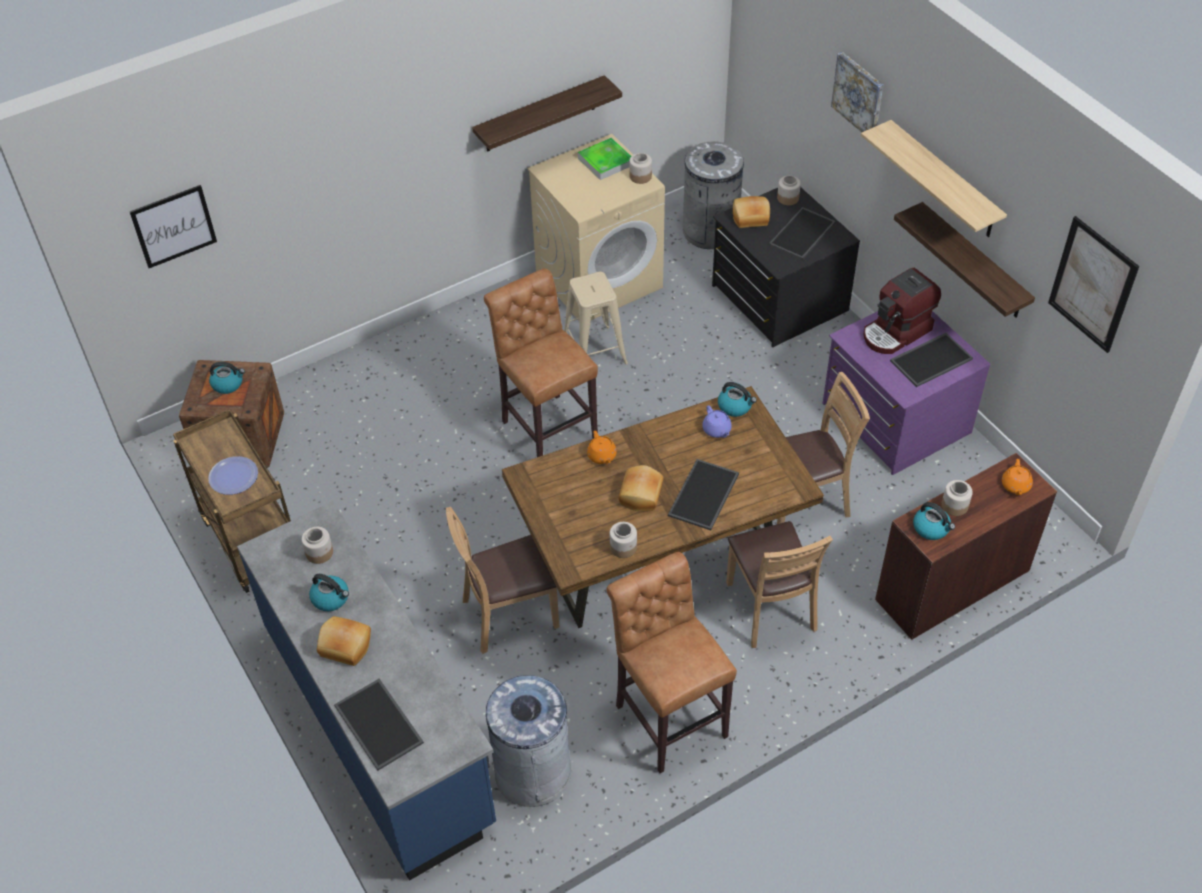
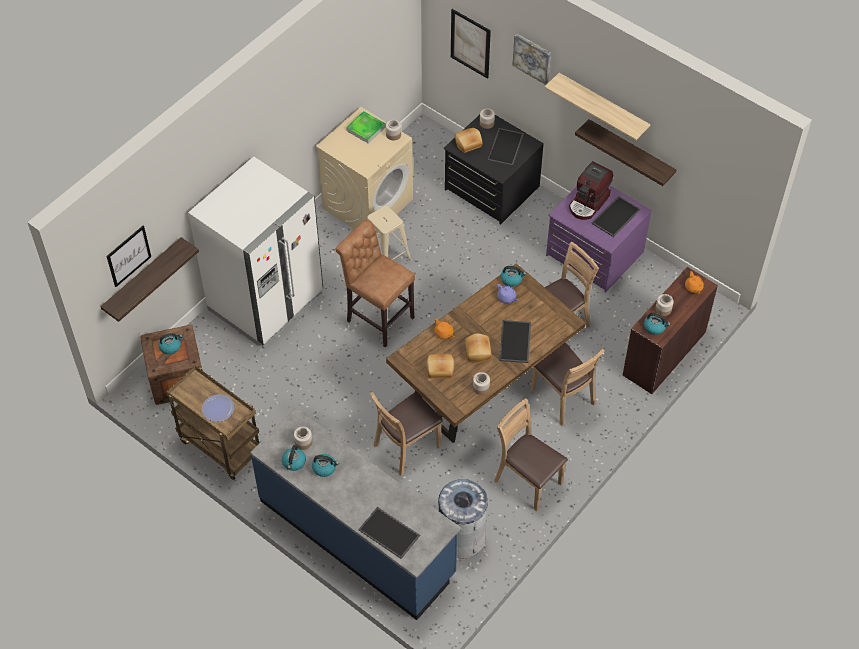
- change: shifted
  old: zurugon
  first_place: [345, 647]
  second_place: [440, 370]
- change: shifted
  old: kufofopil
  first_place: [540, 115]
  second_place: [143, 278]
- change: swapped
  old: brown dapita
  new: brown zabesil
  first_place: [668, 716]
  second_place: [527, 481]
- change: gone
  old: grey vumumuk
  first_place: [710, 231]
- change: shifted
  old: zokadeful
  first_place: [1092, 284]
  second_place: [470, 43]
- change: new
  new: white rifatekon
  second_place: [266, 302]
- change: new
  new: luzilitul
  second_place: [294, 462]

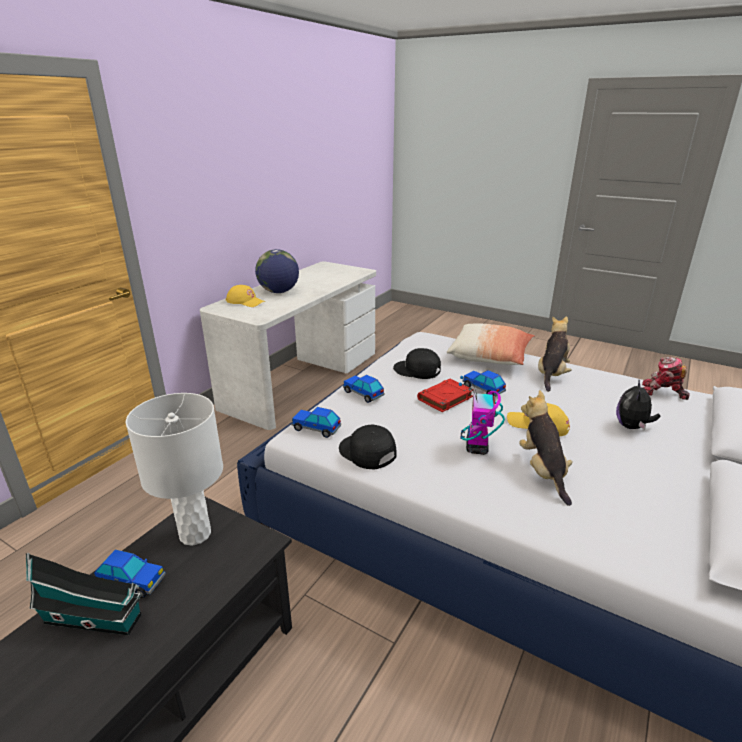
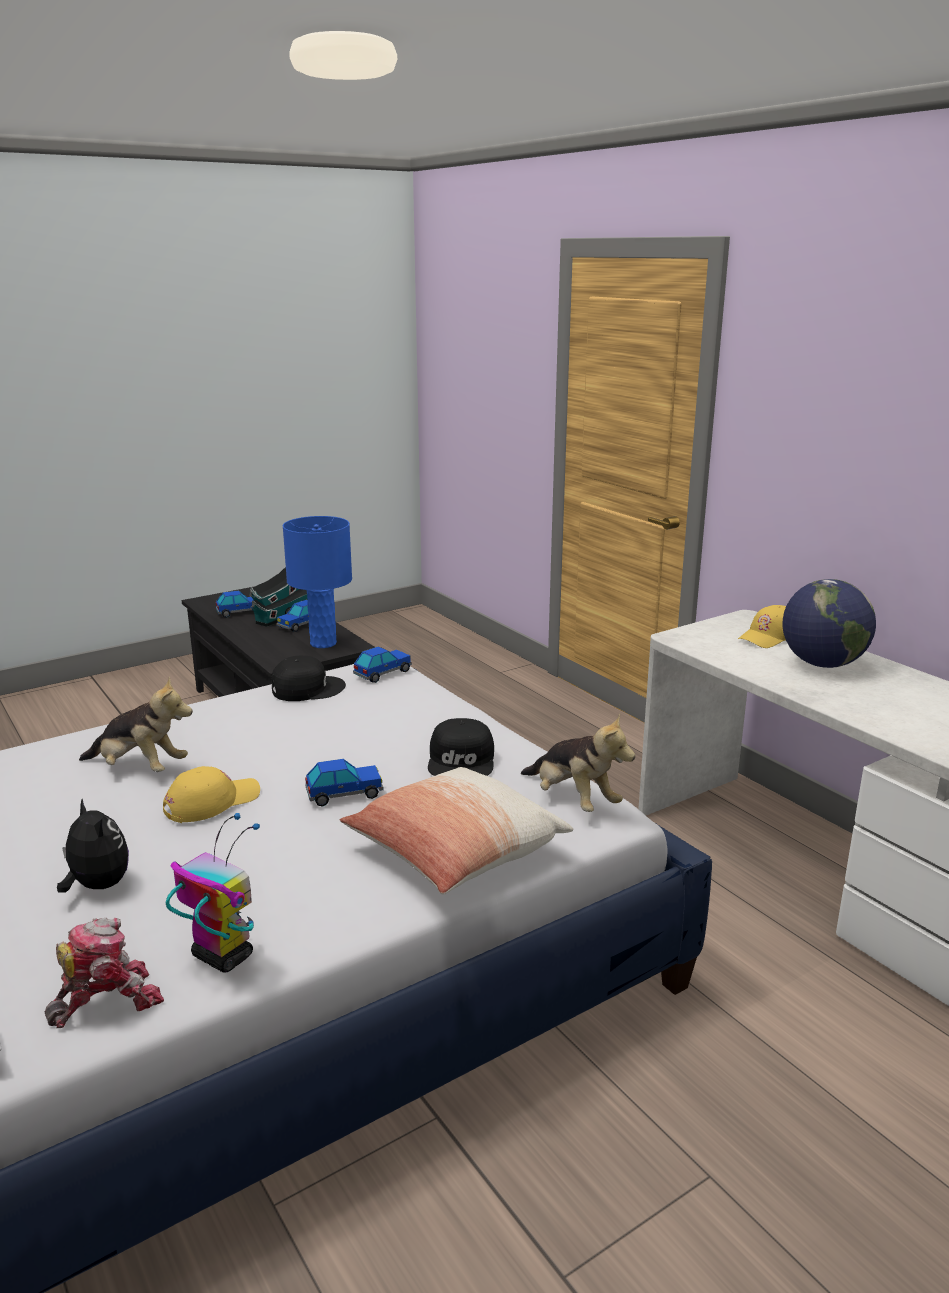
- change: repainted
  old: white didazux
  new: blue didazux
  first_place: [195, 534]
  second_place: [323, 643]
- change: shifted
  old: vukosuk
  first_place: [363, 394]
  second_place: [240, 612]
- change: rotated
  old: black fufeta
  first_place: [417, 370]
  second_place: [462, 761]
  degrees: 135
- change: gone
  old: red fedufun
  first_place: [445, 398]
- change: shifted
  old: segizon
  first_place: [477, 447]
  second_place: [221, 956]
- change: shifted
  old: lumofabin
  first_place: [551, 374]
  second_place: [573, 800]

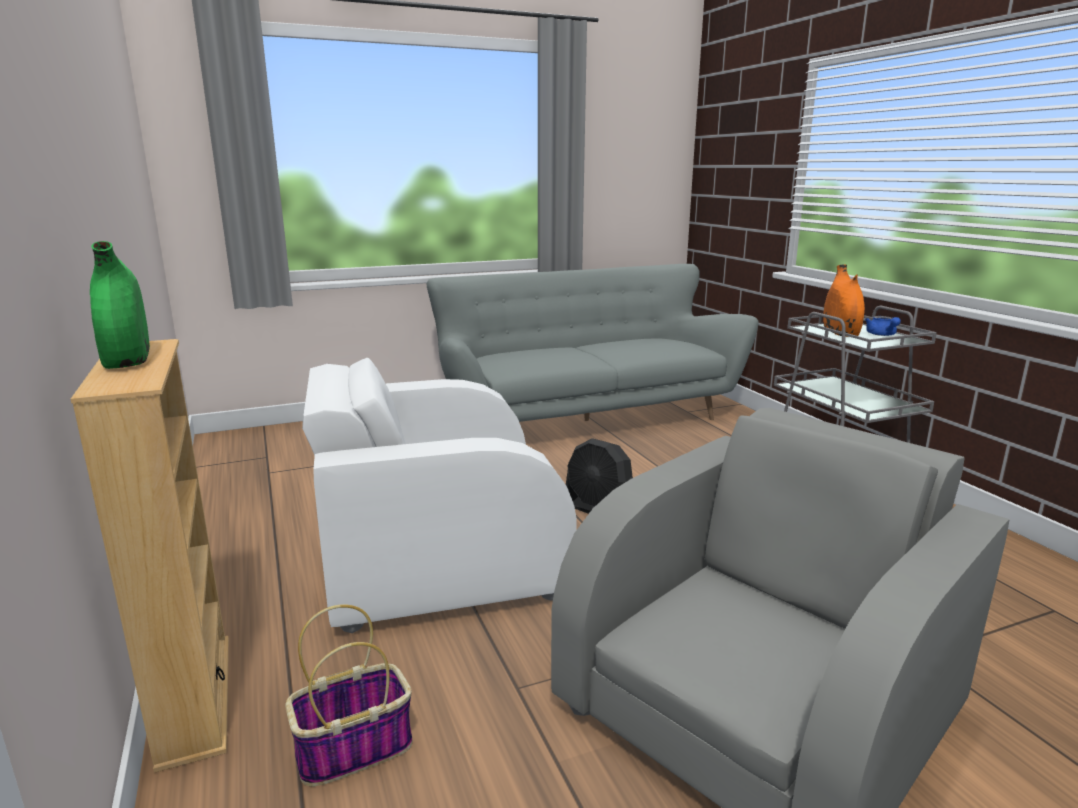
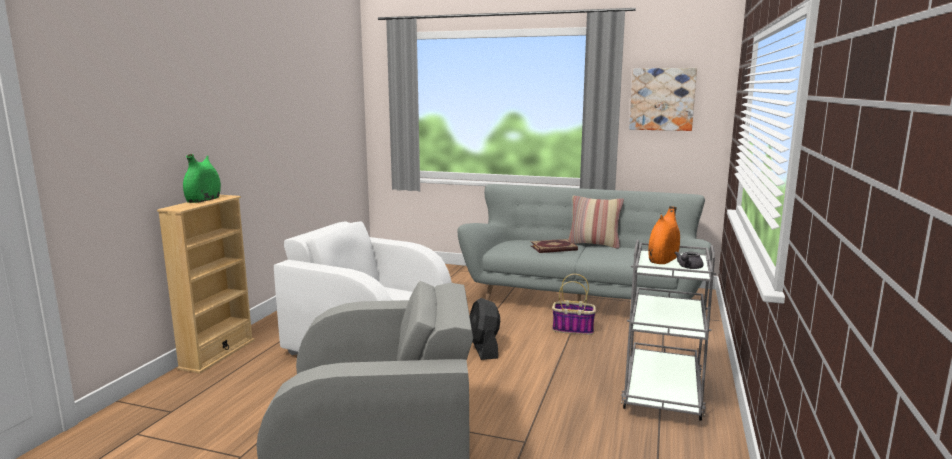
- change: shifted
  old: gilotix
  first_place: [355, 748]
  second_place: [573, 329]
- change: repainted
  old: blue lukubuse
  new: grey lukubuse
  first_place: [882, 335]
  second_place: [688, 267]
- change: new
  new: fedufun
  second_place: [554, 248]
- change: new
  new: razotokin
  second_place: [594, 244]
- change: new
  new: zokadeful
  second_place: [662, 99]

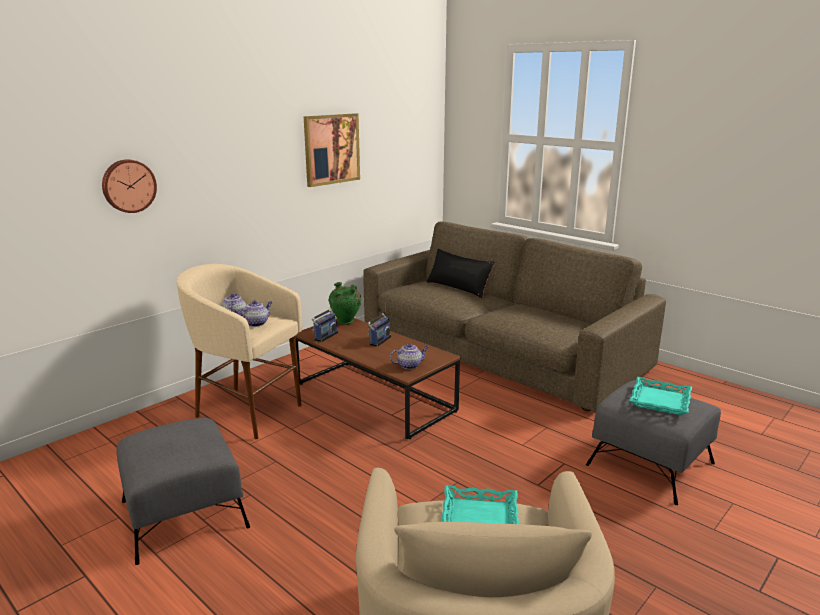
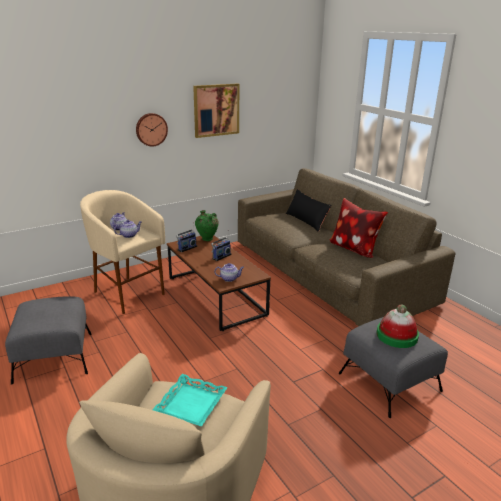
- change: shifted
  old: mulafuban
  first_place: [128, 186]
  second_place: [151, 129]
- change: swapped
  old: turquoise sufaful
  new: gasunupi
  first_place: [659, 400]
  second_place: [397, 335]
- change: new
  new: razotokin
  second_place: [353, 249]

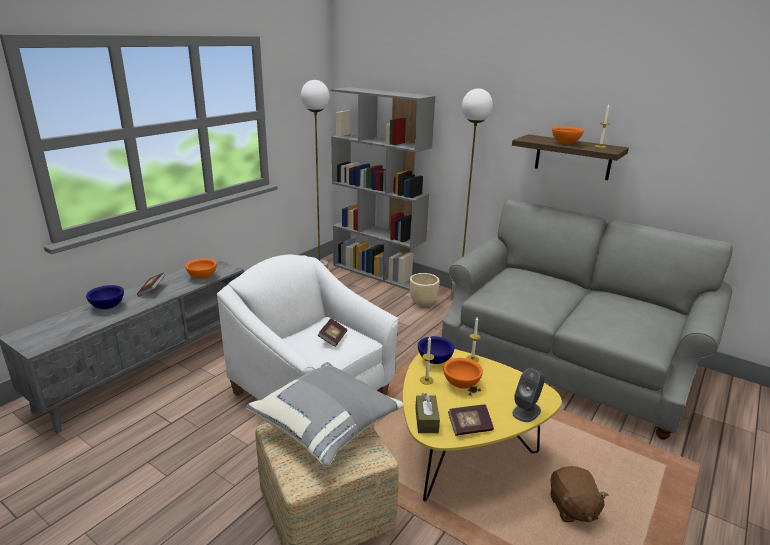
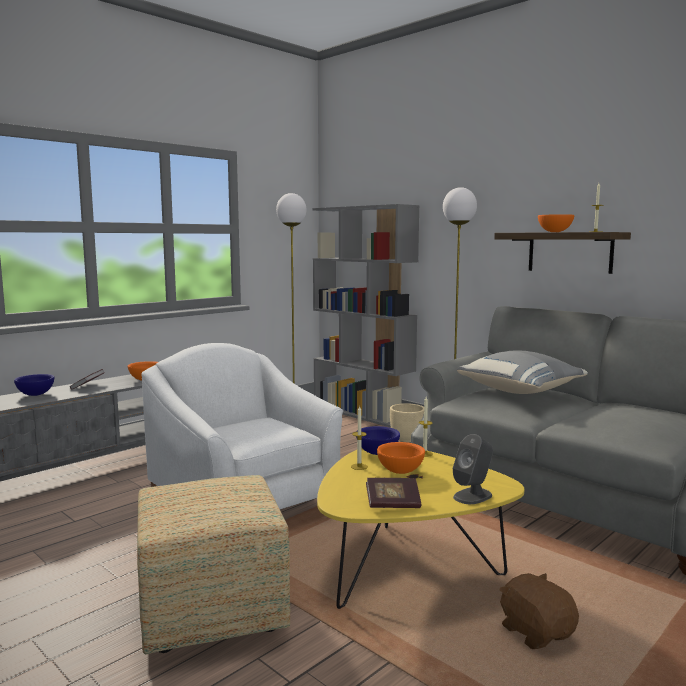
- change: shifted
  old: grey razotokin
  first_place: [327, 426]
  second_place: [521, 391]
- change: gone
  old: fedufun
  first_place: [333, 338]
- change: gone
  old: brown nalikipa
  first_place: [426, 420]
- change: rotated
  old: brown lumofabin
  first_place: [572, 508]
  second_place: [536, 632]
  degrees: 150

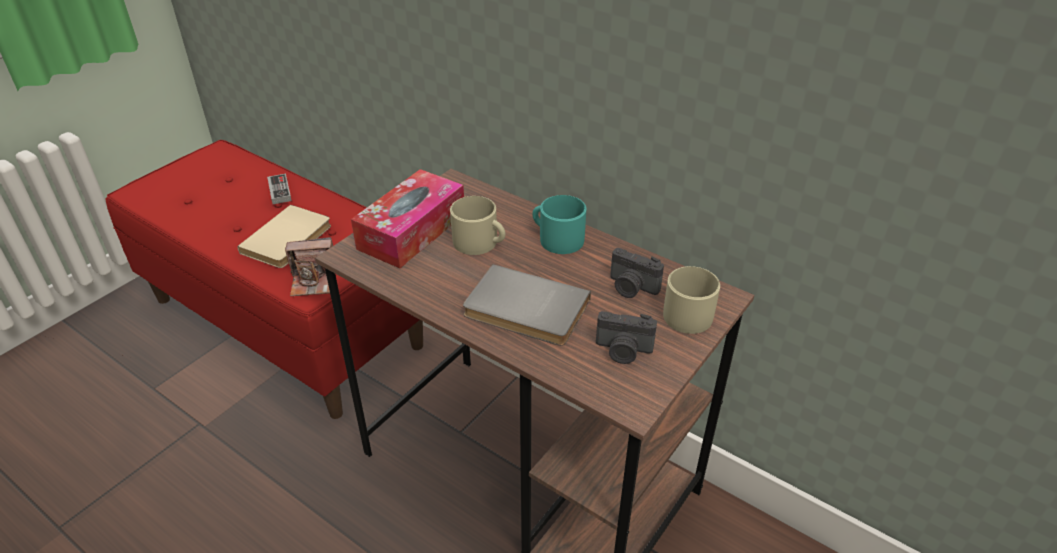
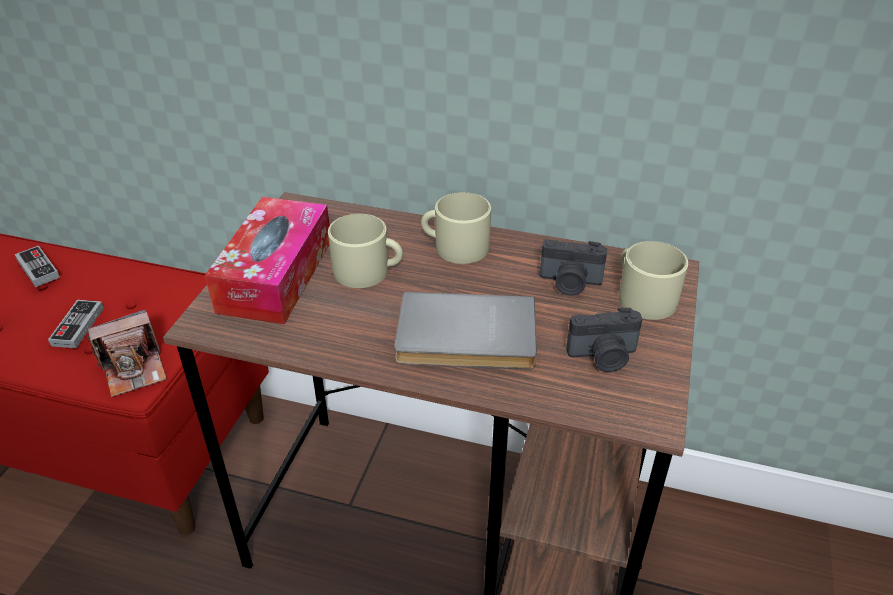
- change: swapped
  old: beige fedufun
  new: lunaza
  first_place: [289, 240]
  second_place: [78, 326]
- change: repainted
  old: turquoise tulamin
  new: beige tulamin
  first_place: [556, 238]
  second_place: [455, 246]

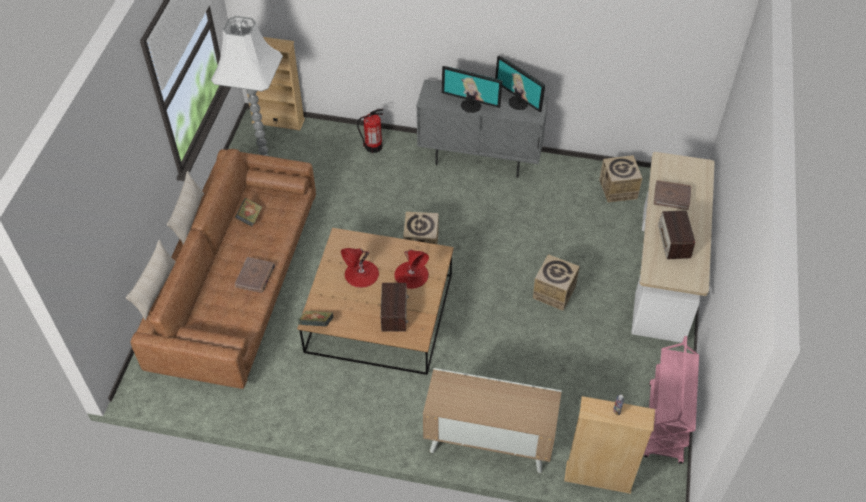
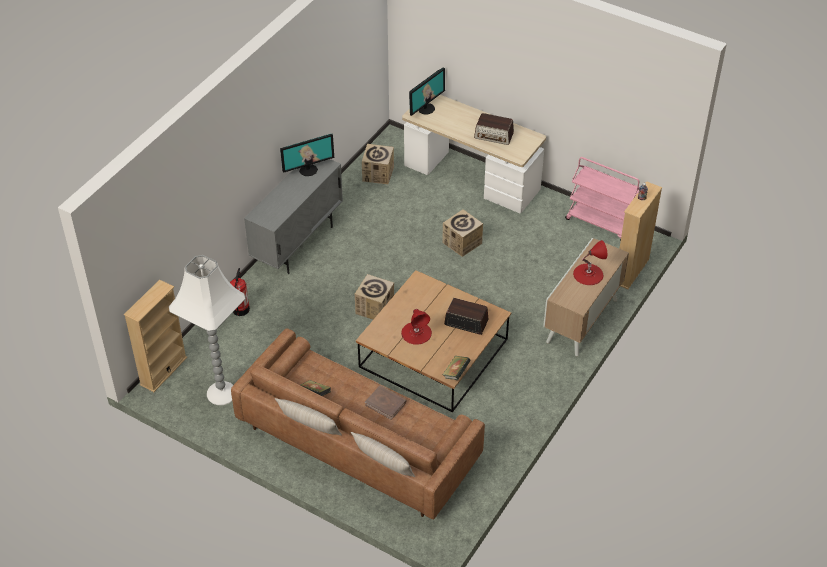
- change: shifted
  old: red didazux
  first_place: [411, 274]
  second_place: [588, 274]
- change: shifted
  old: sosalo
  first_place: [471, 105]
  second_place: [426, 108]
- change: gone
  old: brown fedufun
  first_place: [672, 196]

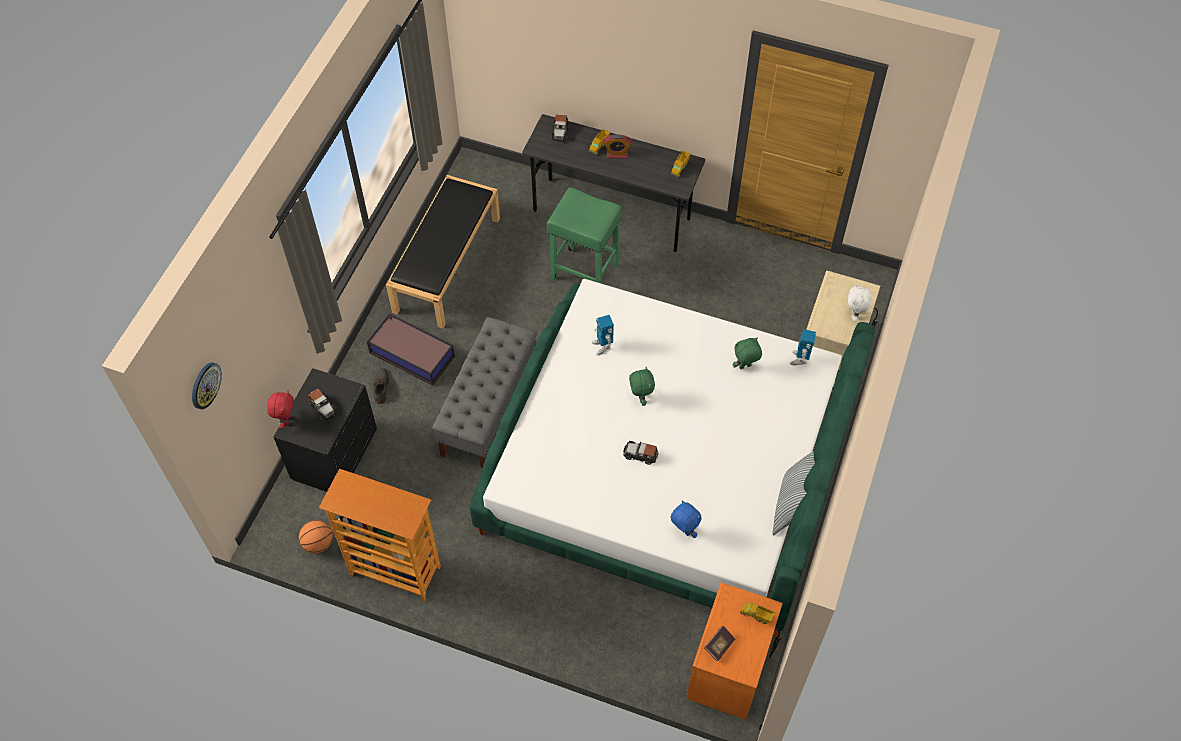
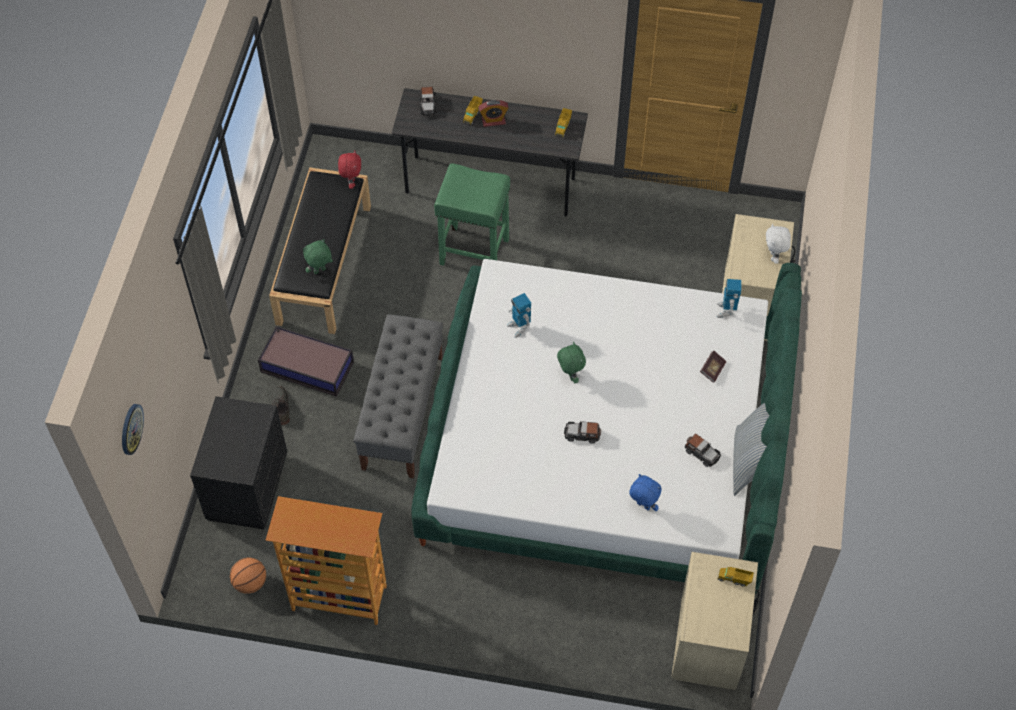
- change: shifted
  old: red lumofabin
  first_place: [286, 420]
  second_place: [351, 183]
- change: shifted
  old: vukosuk
  first_place: [323, 407]
  second_place: [701, 453]
- change: repainted
  old: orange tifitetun
  new: beige tifitetun
  first_place: [730, 670]
  second_place: [710, 643]
- change: shifted
  old: fedufun
  first_place: [719, 646]
  second_place: [712, 370]
- change: shifted
  old: green lumofabin
  first_place: [745, 367]
  second_place: [320, 271]

